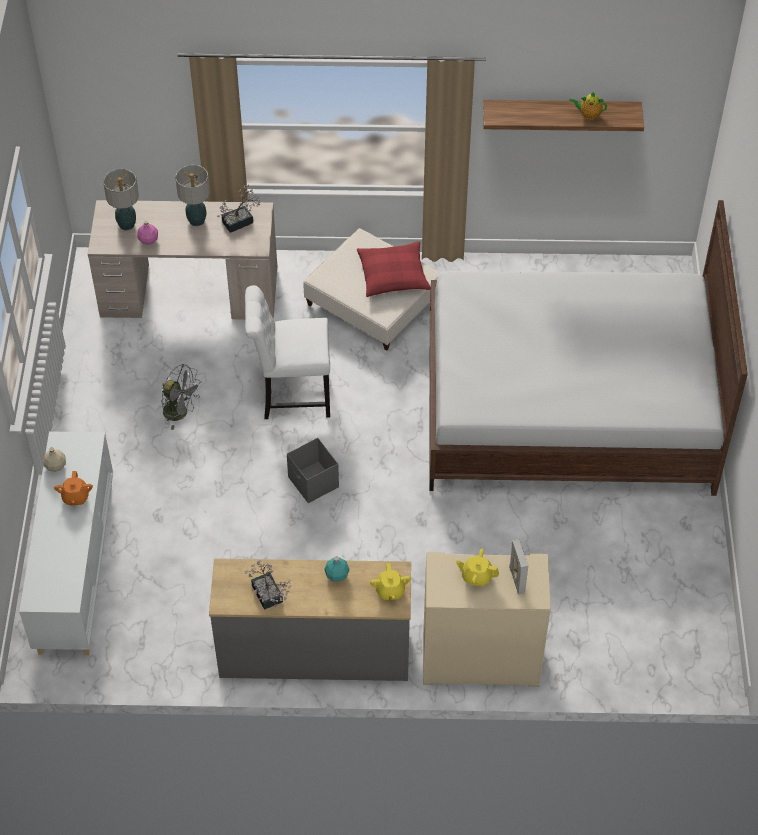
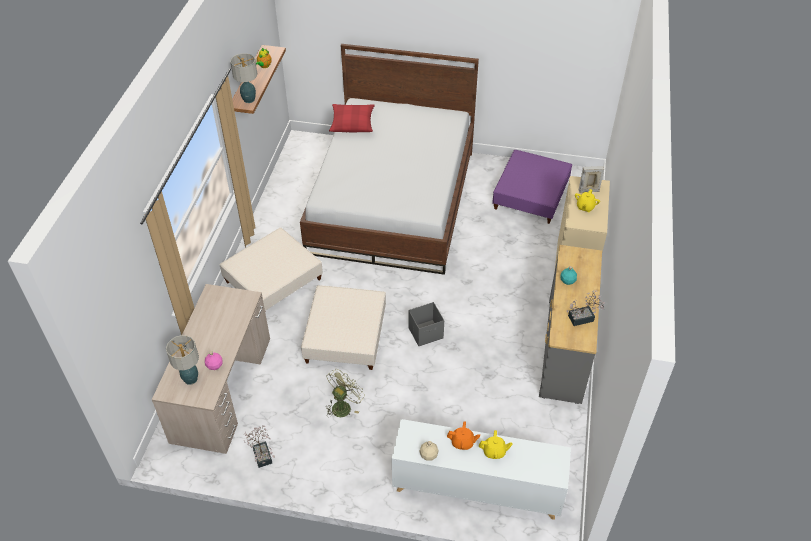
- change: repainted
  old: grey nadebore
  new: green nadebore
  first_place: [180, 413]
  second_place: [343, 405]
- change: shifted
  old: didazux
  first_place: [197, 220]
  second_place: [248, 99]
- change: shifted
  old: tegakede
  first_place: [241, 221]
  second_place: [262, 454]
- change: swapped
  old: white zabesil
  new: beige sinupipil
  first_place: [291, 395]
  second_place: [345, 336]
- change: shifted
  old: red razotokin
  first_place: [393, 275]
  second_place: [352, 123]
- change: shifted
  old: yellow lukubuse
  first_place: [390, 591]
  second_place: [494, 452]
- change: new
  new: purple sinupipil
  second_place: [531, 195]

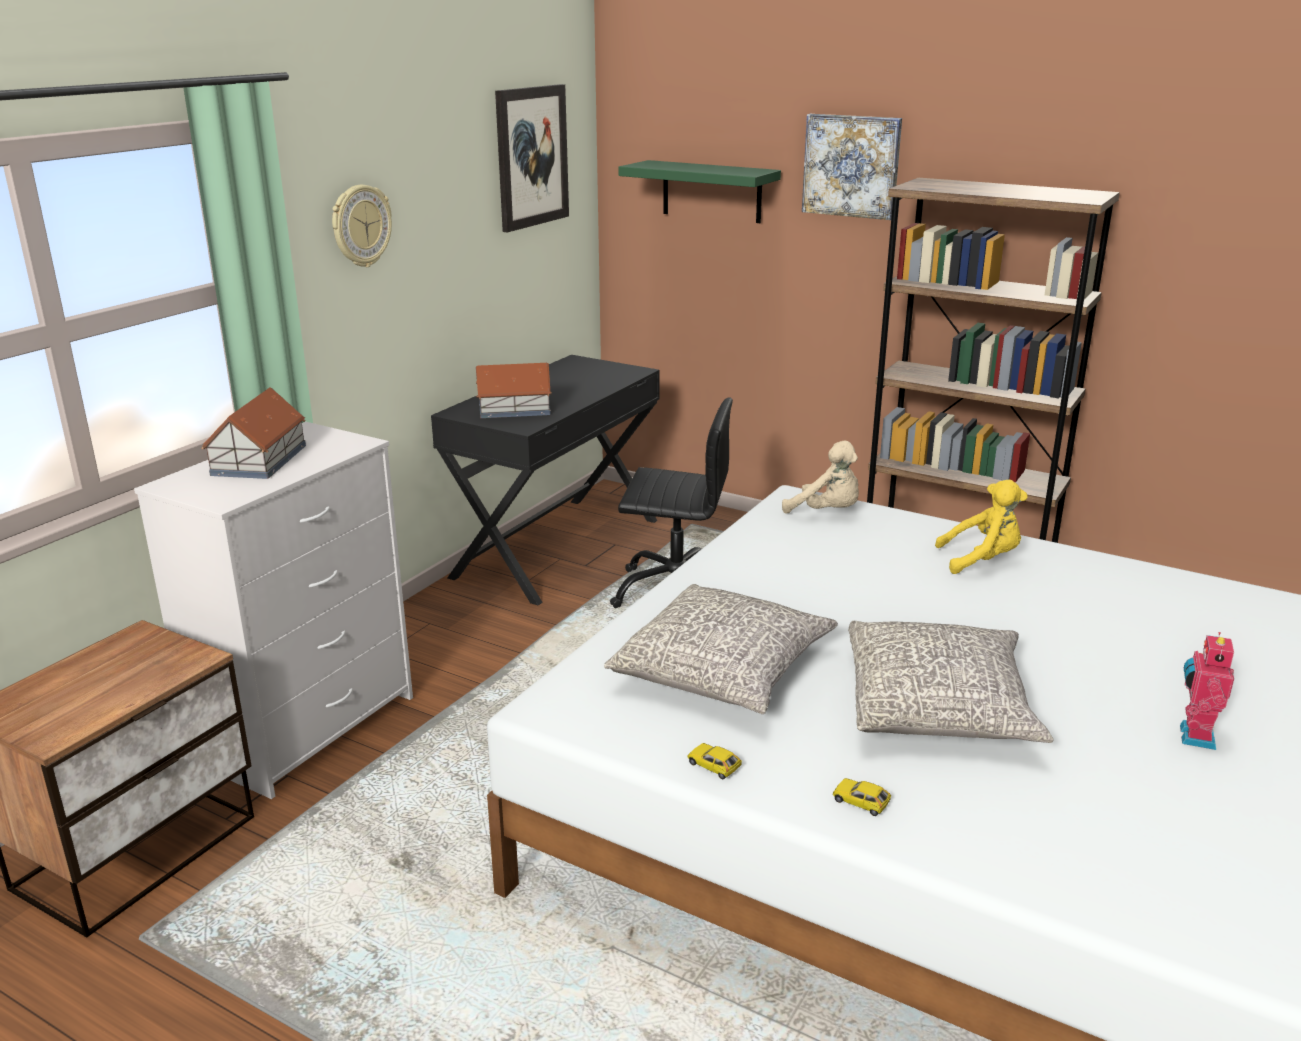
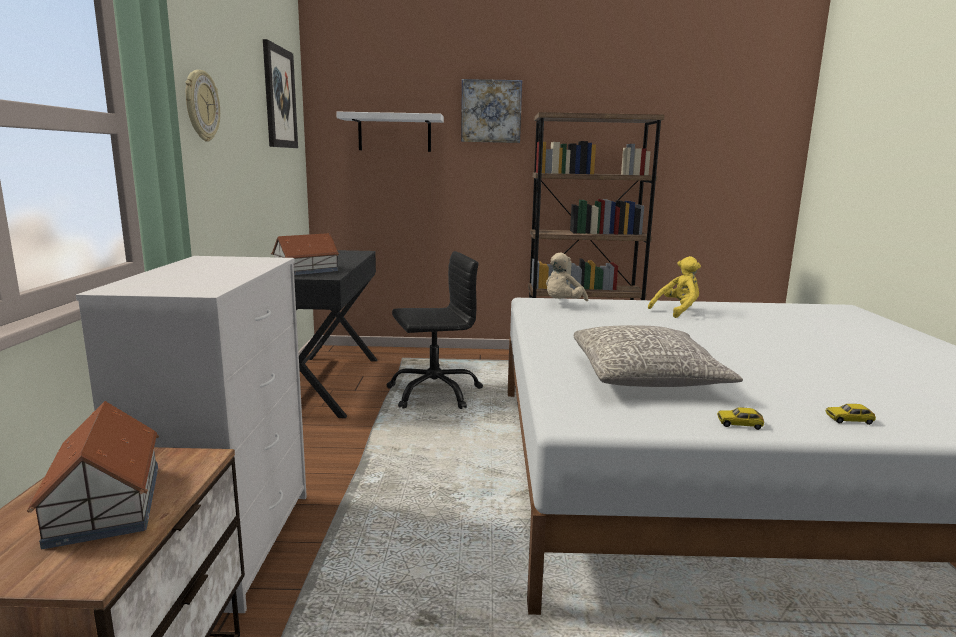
- change: shifted
  old: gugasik
  first_place: [260, 459]
  second_place: [107, 503]
- change: repainted
  old: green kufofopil
  new: white kufofopil
  first_place: [711, 191]
  second_place: [394, 133]
- change: rotated
  old: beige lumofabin
  first_place: [827, 512]
  second_place: [562, 304]
  degrees: 120
- change: gone
  old: grey razotokin
  first_place: [938, 706]
- change: gone
  old: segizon
  first_place: [1194, 736]

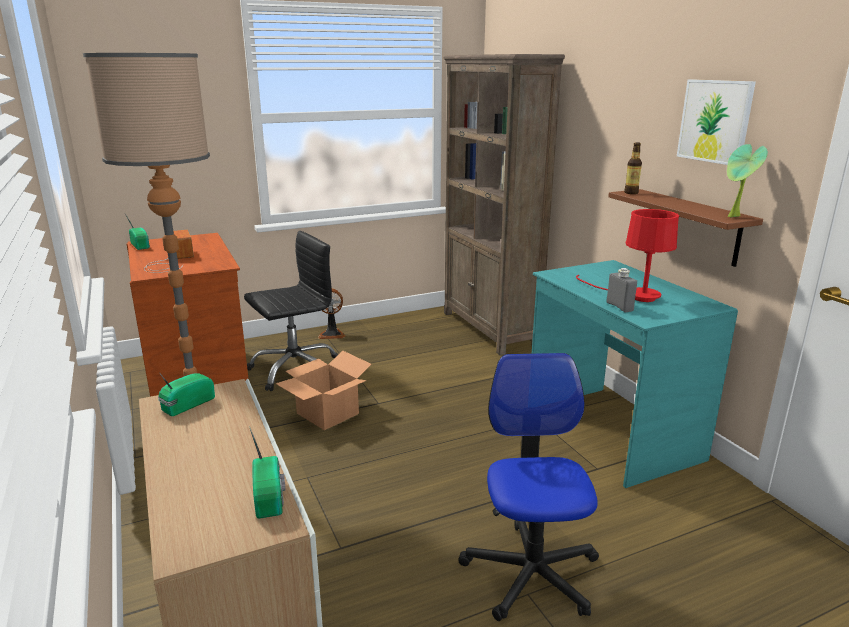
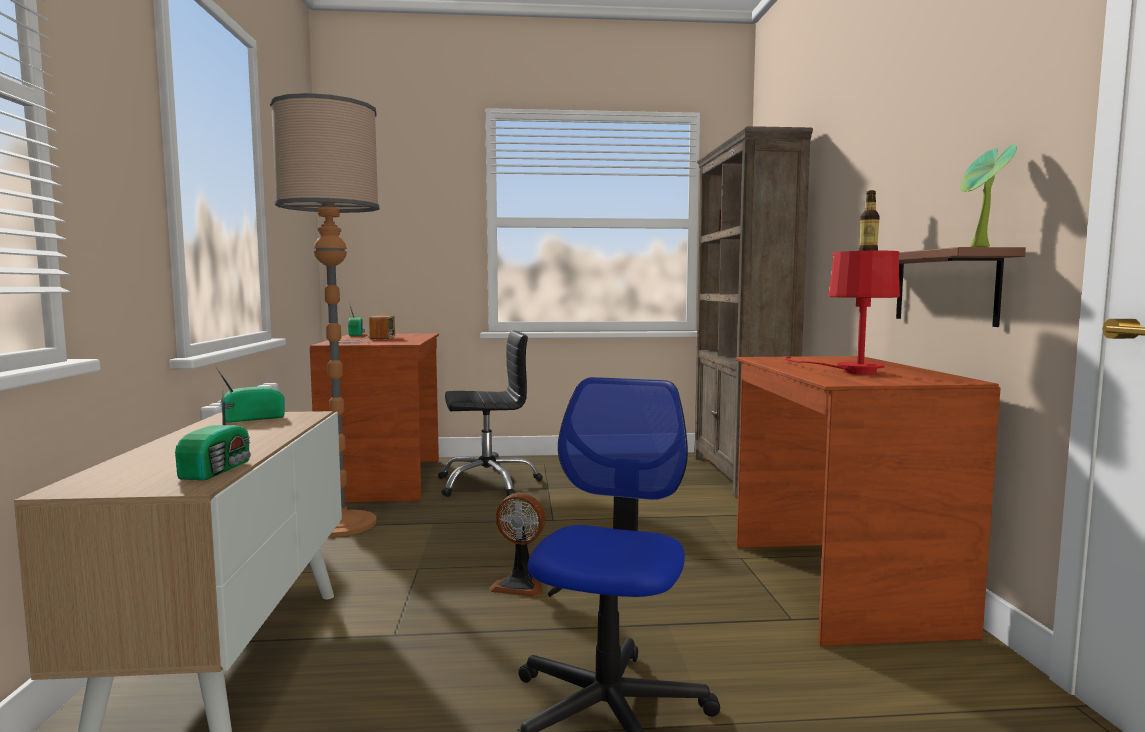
- change: gone
  old: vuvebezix
  first_place: [328, 413]
- change: shifted
  old: nadebore
  first_place: [332, 334]
  second_place: [520, 585]
- change: repainted
  old: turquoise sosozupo
  new: brown sosozupo
  first_place: [609, 432]
  second_place: [837, 585]
- change: gone
  old: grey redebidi
  first_place: [619, 307]
- change: gone
  old: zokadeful
  first_place: [715, 121]

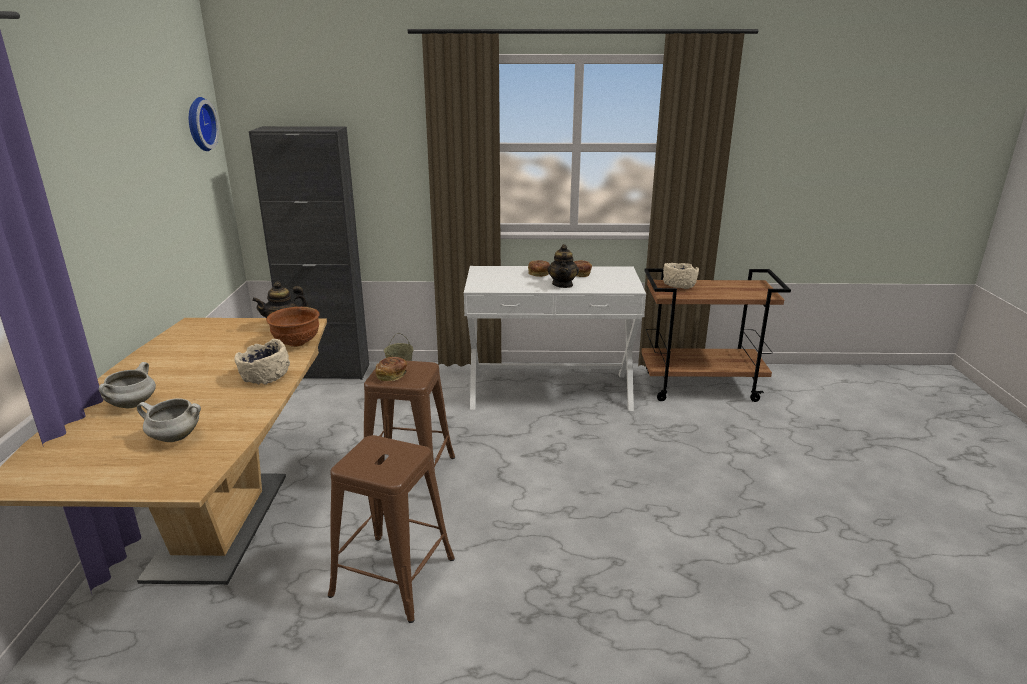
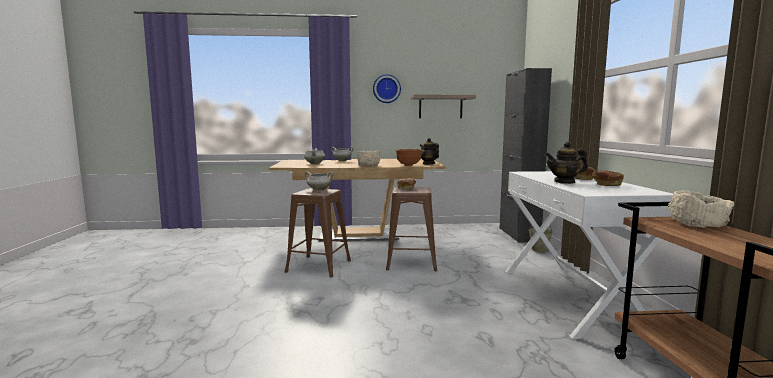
- change: shifted
  old: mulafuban
  first_place: [198, 124]
  second_place: [386, 89]
- change: new
  new: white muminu
  second_place: [318, 190]
- change: new
  new: kufofopil
  second_place: [440, 107]

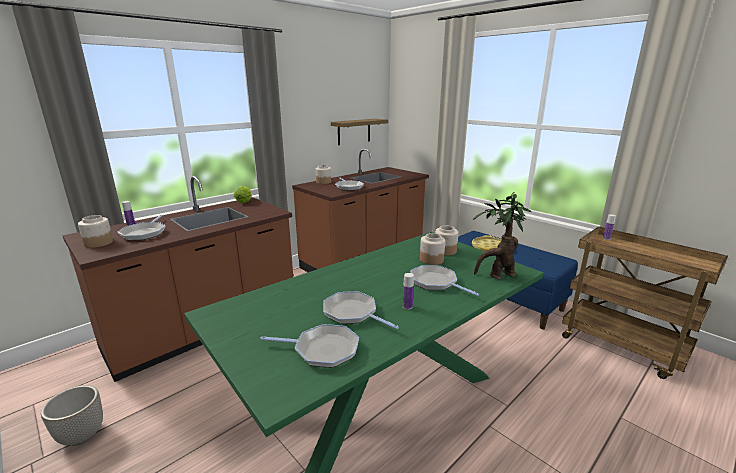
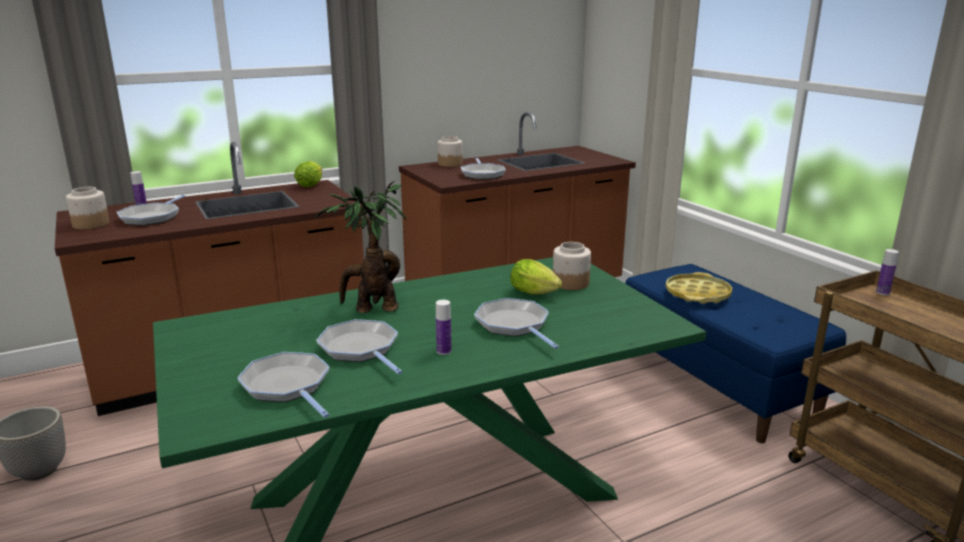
- change: rotated
  old: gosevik
  first_place: [323, 350]
  second_place: [288, 386]
  degrees: -150
- change: gone
  old: kufofopil
  first_place: [354, 131]
- change: swapped
  old: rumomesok
  new: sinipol
  first_place: [431, 260]
  second_place: [536, 294]
- change: shifted
  old: tegakede
  first_place: [497, 275]
  second_place: [371, 308]

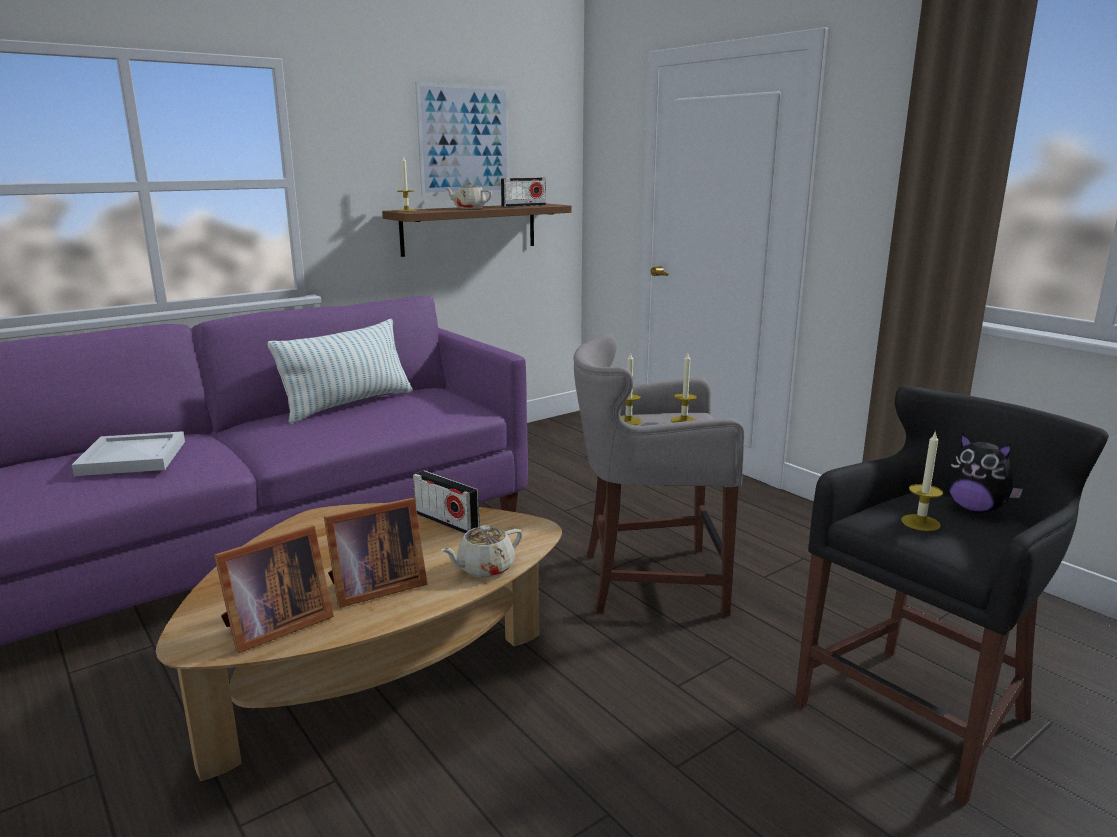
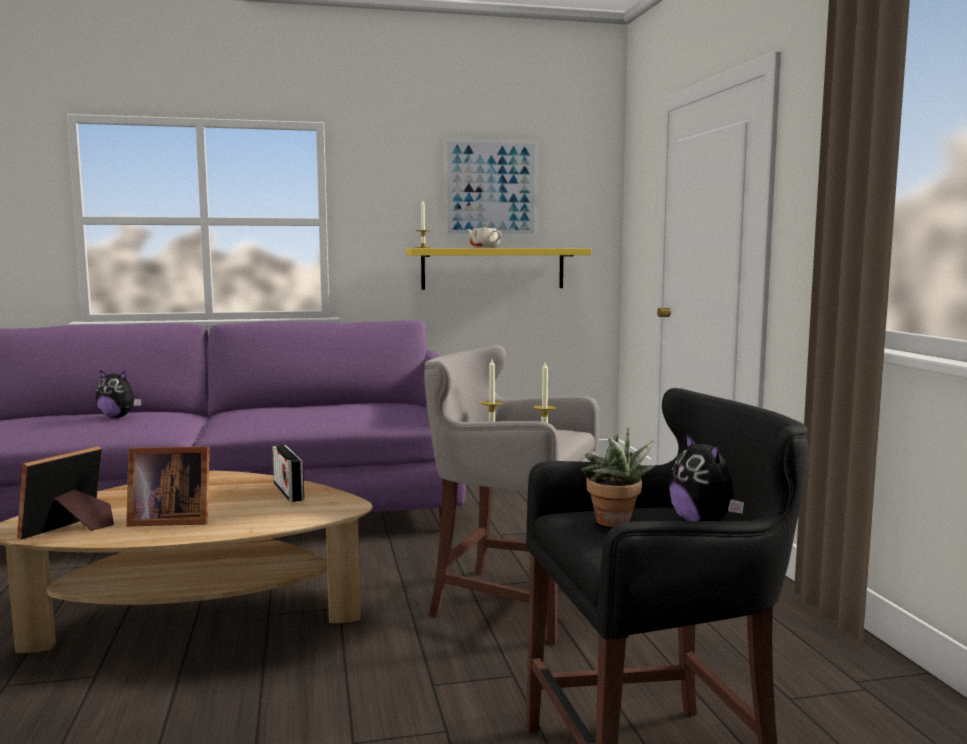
- change: swapped
  old: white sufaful
  new: lumofabin
  first_place: [134, 457]
  second_place: [118, 417]
- change: rotated
  old: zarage
  first_place: [274, 627]
  second_place: [71, 529]
  degrees: 135
- change: gone
  old: razotokin
  first_place: [348, 405]
- change: repainted
  old: brown kufofopil
  new: yellow kufofopil
  first_place: [469, 229]
  second_place: [493, 268]
- change: gone
  old: beige lukubuse
  first_place: [484, 568]
- change: gone
  old: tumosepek
  first_place: [523, 206]
- change: swapped
  old: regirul
  new: tegakede
  first_place: [920, 523]
  second_place: [615, 523]

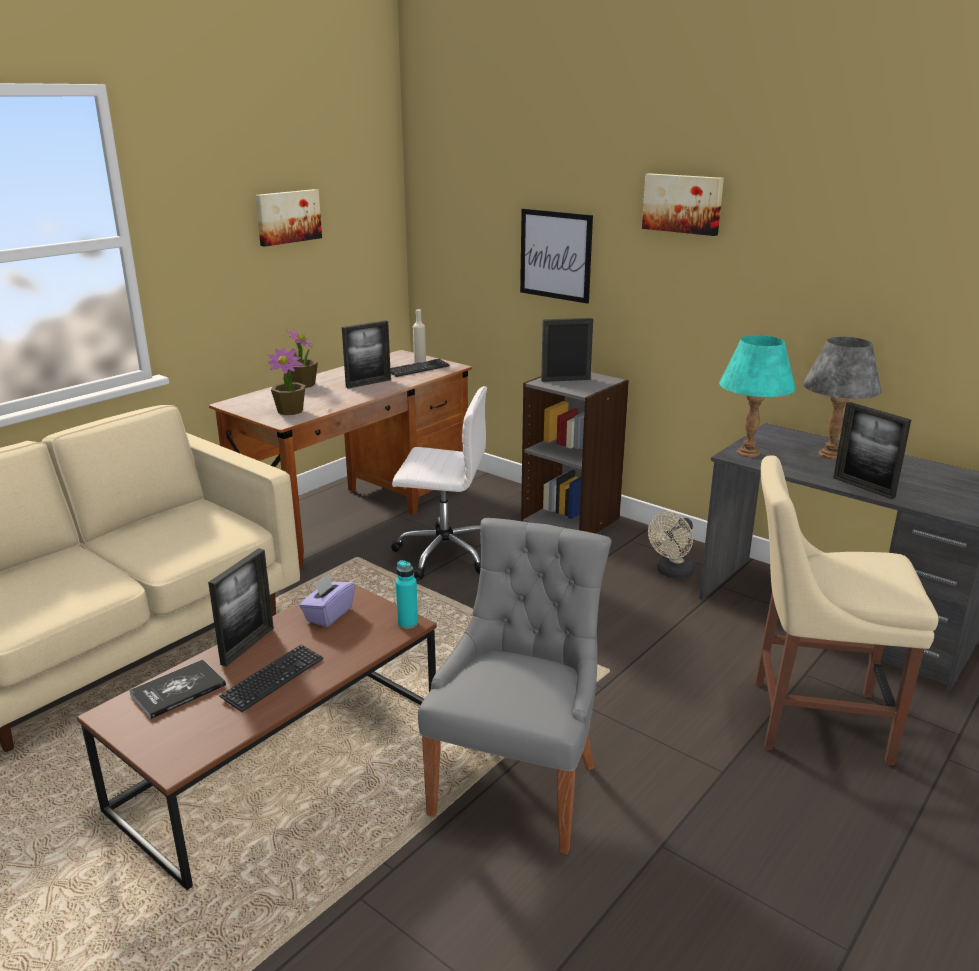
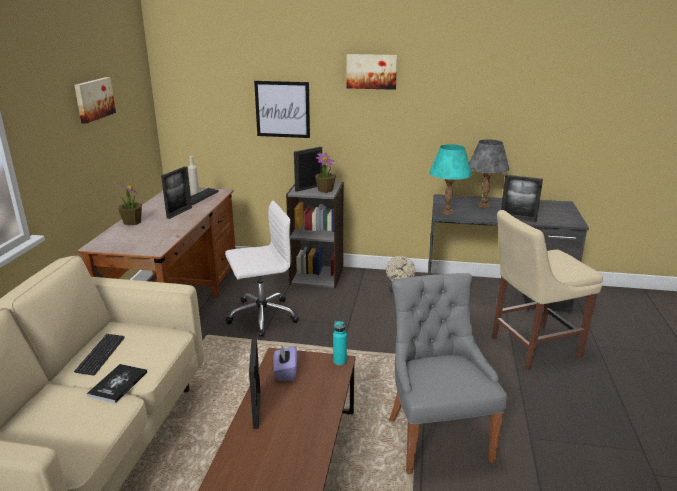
- change: shifted
  old: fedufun
  first_place: [178, 690]
  second_place: [118, 384]
- change: shifted
  old: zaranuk
  first_place: [273, 679]
  second_place: [101, 355]
- change: shifted
  old: tegakede
  first_place: [290, 411]
  second_place: [325, 190]

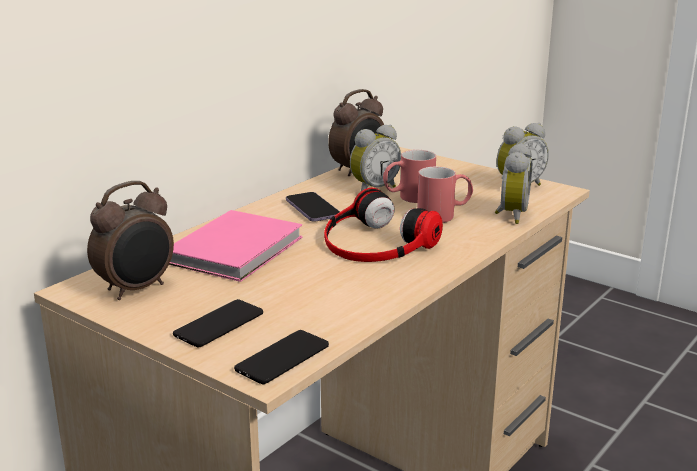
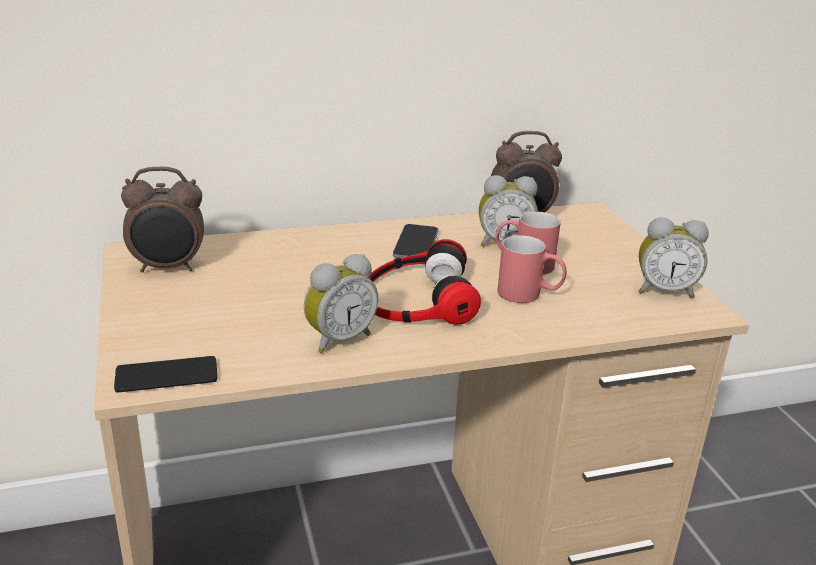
- change: gone
  old: pink fedufun
  first_place: [239, 249]
- change: gone
  old: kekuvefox
  first_place: [219, 324]
- change: shifted
  old: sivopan
  first_place: [510, 215]
  second_place: [338, 339]

